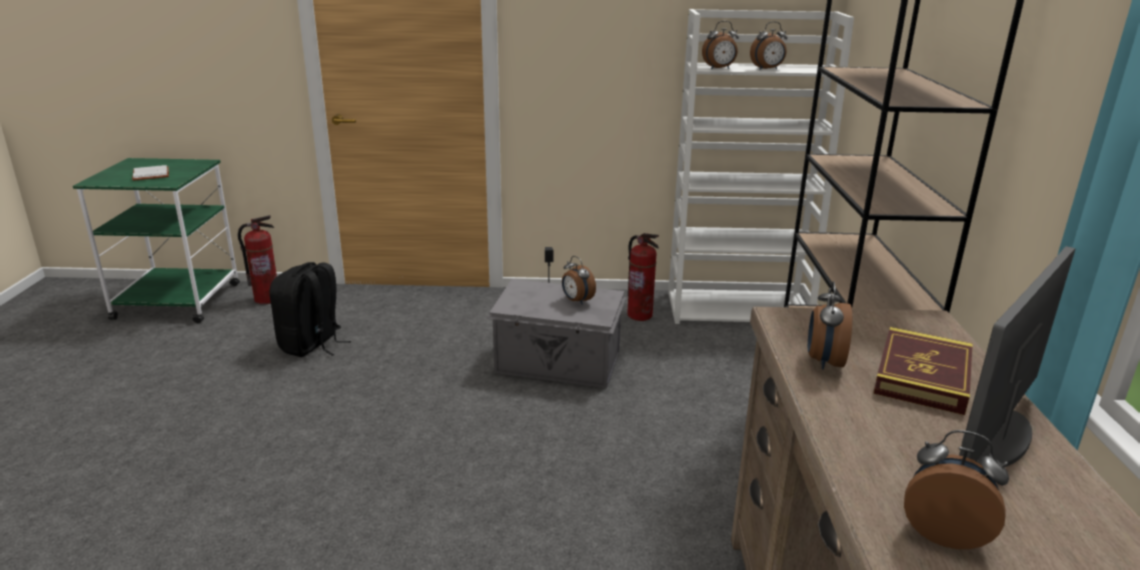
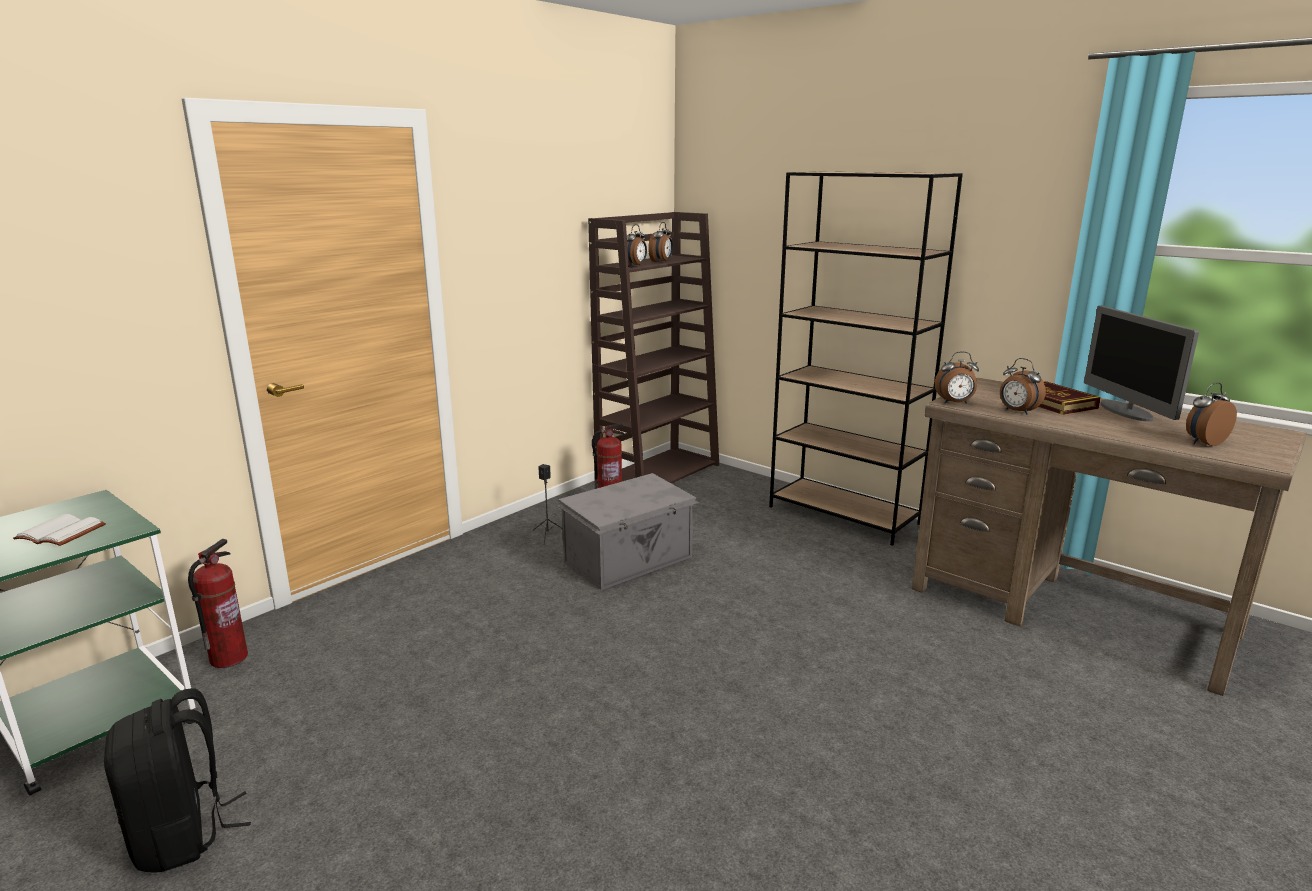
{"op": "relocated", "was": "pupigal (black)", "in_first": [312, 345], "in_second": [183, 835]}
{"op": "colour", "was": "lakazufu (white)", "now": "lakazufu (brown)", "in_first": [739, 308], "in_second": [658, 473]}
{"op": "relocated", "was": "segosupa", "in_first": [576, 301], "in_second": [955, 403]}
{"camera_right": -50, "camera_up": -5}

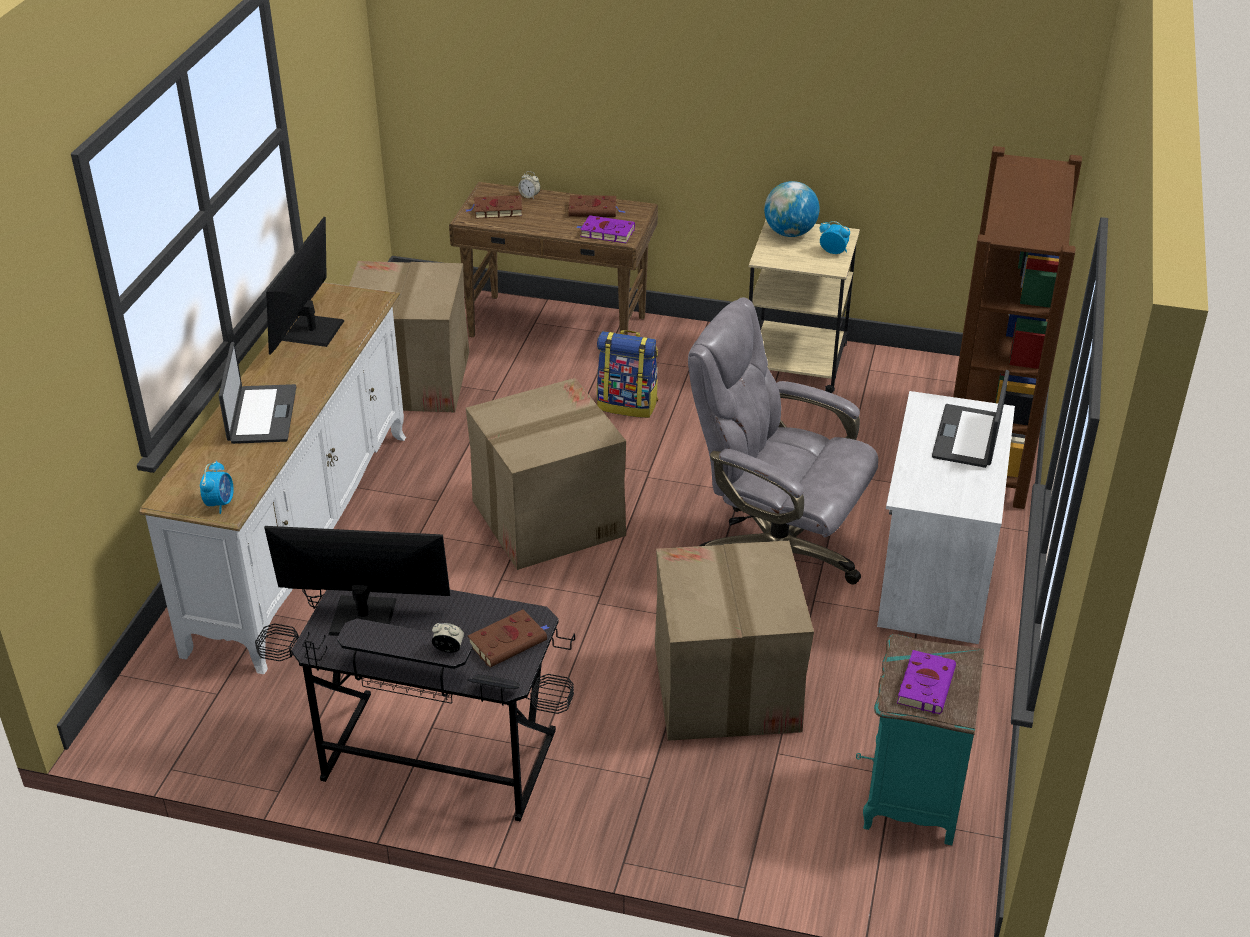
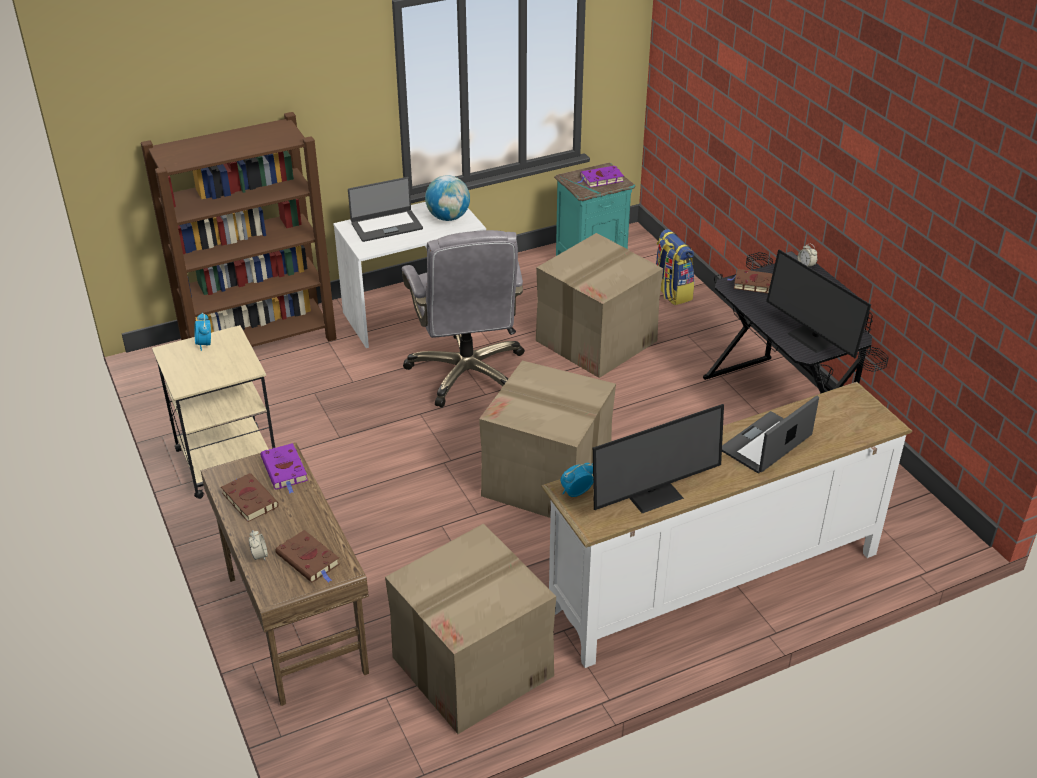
{"op": "relocated", "was": "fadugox", "in_first": [790, 233], "in_second": [448, 217]}
{"op": "relocated", "was": "segosupa", "in_first": [220, 503], "in_second": [575, 493]}
{"op": "relocated", "was": "pupigal", "in_first": [628, 405], "in_second": [671, 292]}
{"camera_right": -130, "camera_up": 0}

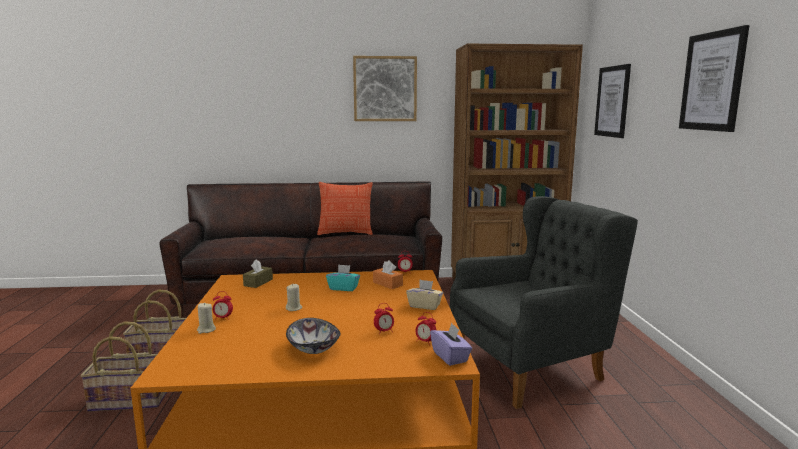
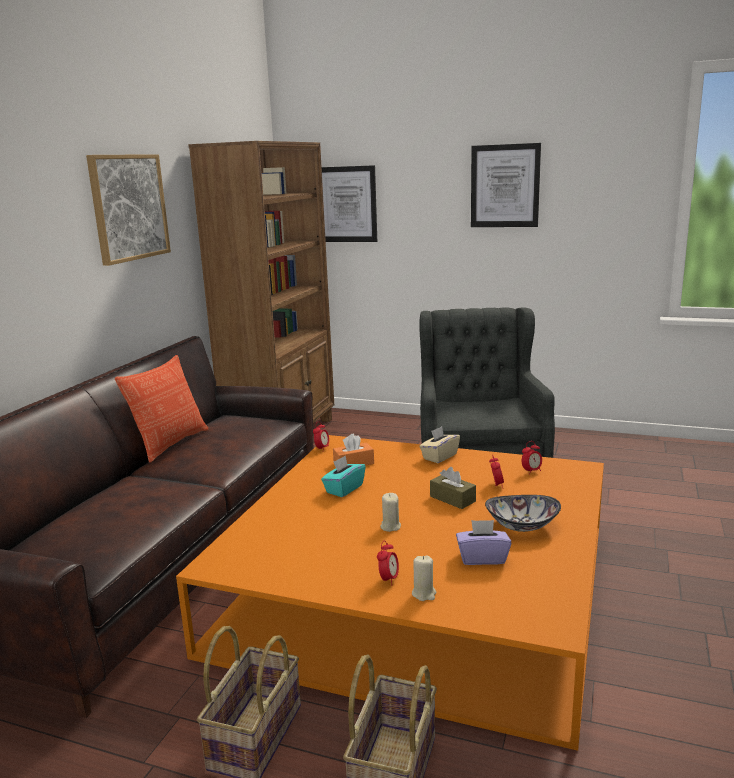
{"op": "relocated", "was": "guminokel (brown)", "in_first": [258, 282], "in_second": [452, 499]}
{"op": "relocated", "was": "guminokel (purple)", "in_first": [450, 357], "in_second": [482, 558]}
{"camera_right": -65, "camera_up": 5}

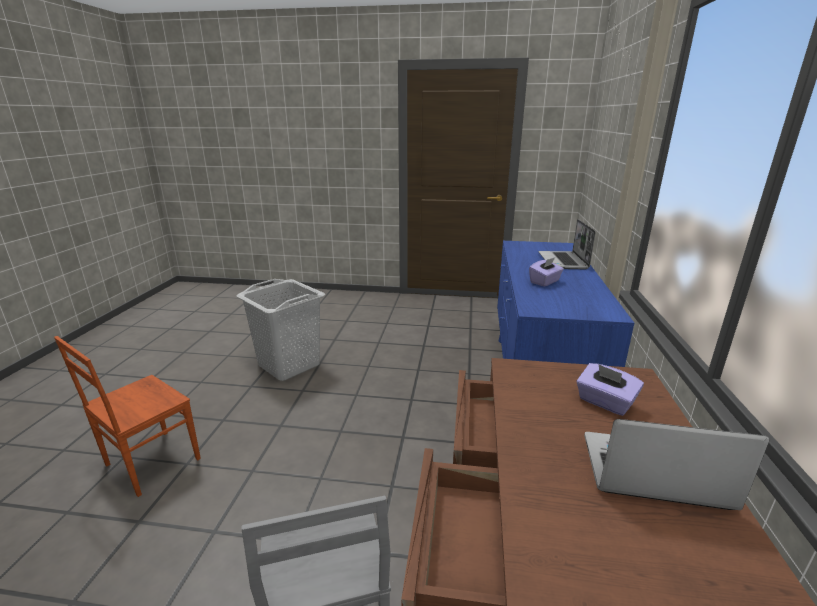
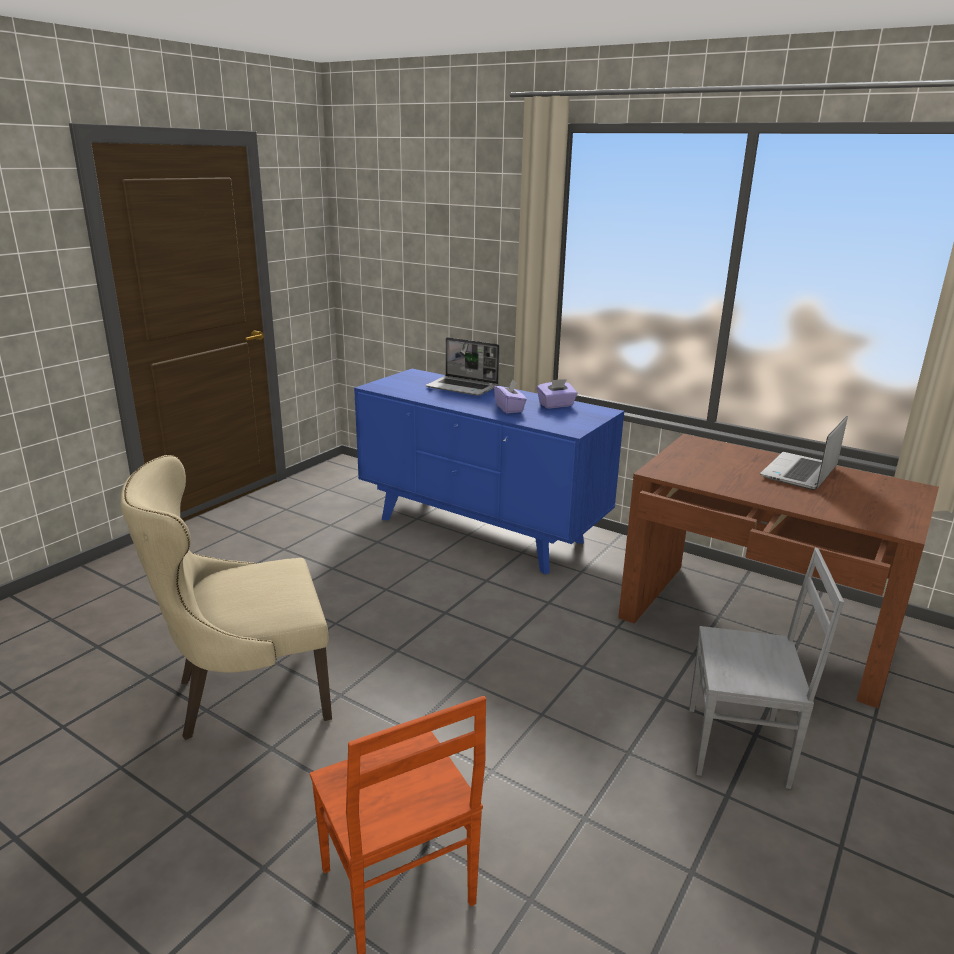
{"op": "exchanged", "was": "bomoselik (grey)", "now": "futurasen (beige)", "in_first": [289, 364], "in_second": [246, 695]}
{"op": "relocated", "was": "guminokel (purple)", "in_first": [605, 402], "in_second": [556, 405]}
{"camera_right": -65, "camera_up": 0}

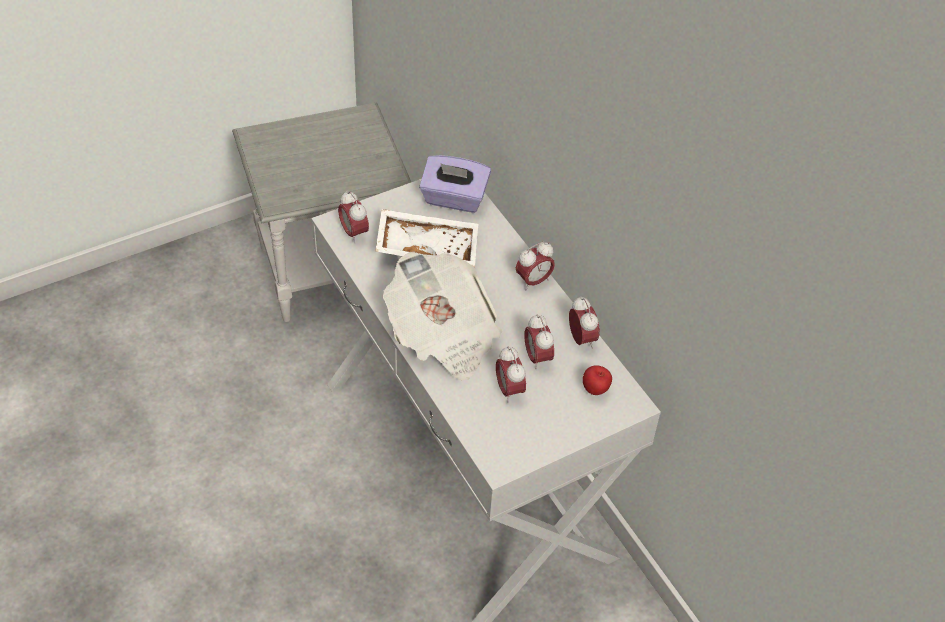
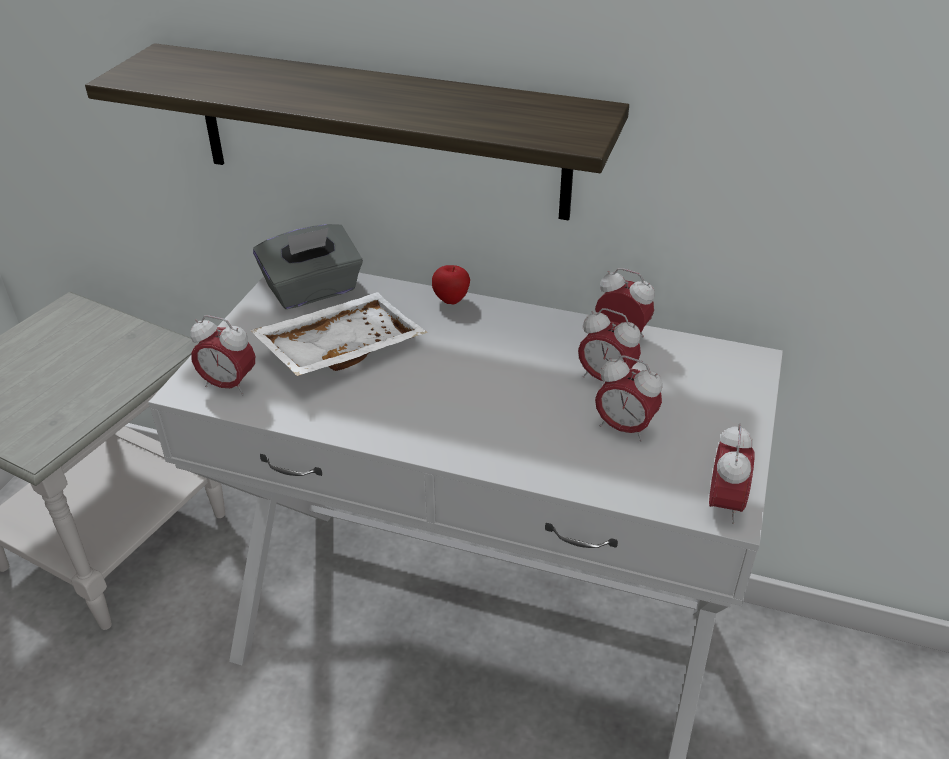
{"op": "appeared", "now": "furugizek", "in_second": [380, 132]}
{"op": "colour", "was": "guminokel (purple)", "now": "guminokel (grey)", "in_first": [454, 199], "in_second": [313, 290]}
{"op": "relocated", "was": "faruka", "in_first": [595, 390], "in_second": [451, 300]}
{"op": "relocated", "was": "segosupa", "in_first": [533, 281], "in_second": [724, 505]}
{"op": "missing", "was": "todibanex", "in_first": [443, 335]}
{"camera_right": -40, "camera_up": -10}

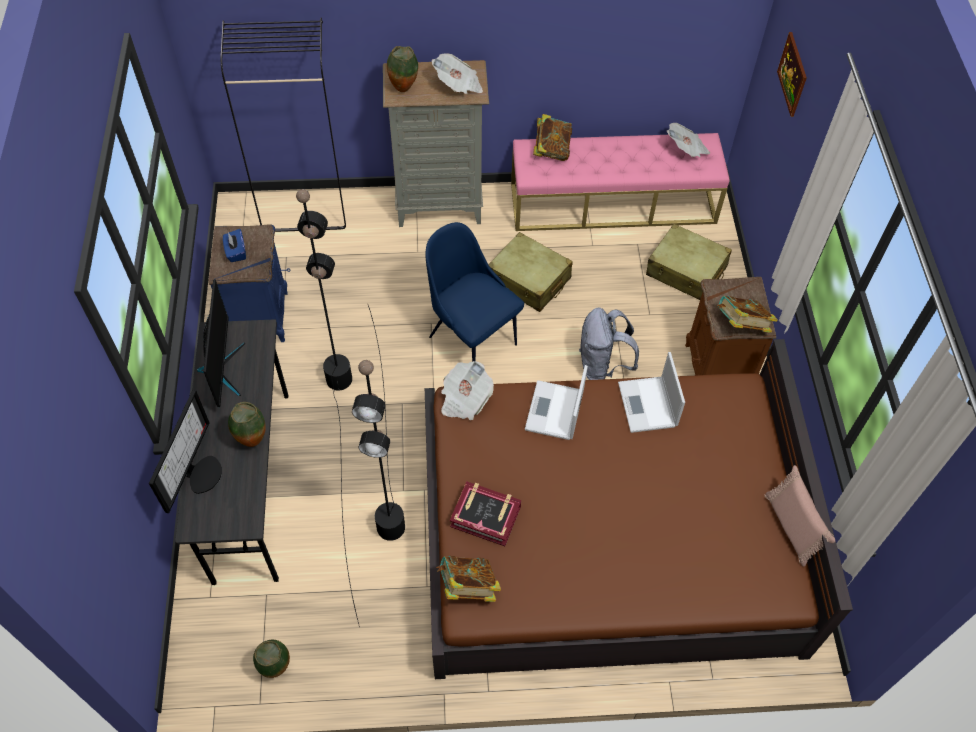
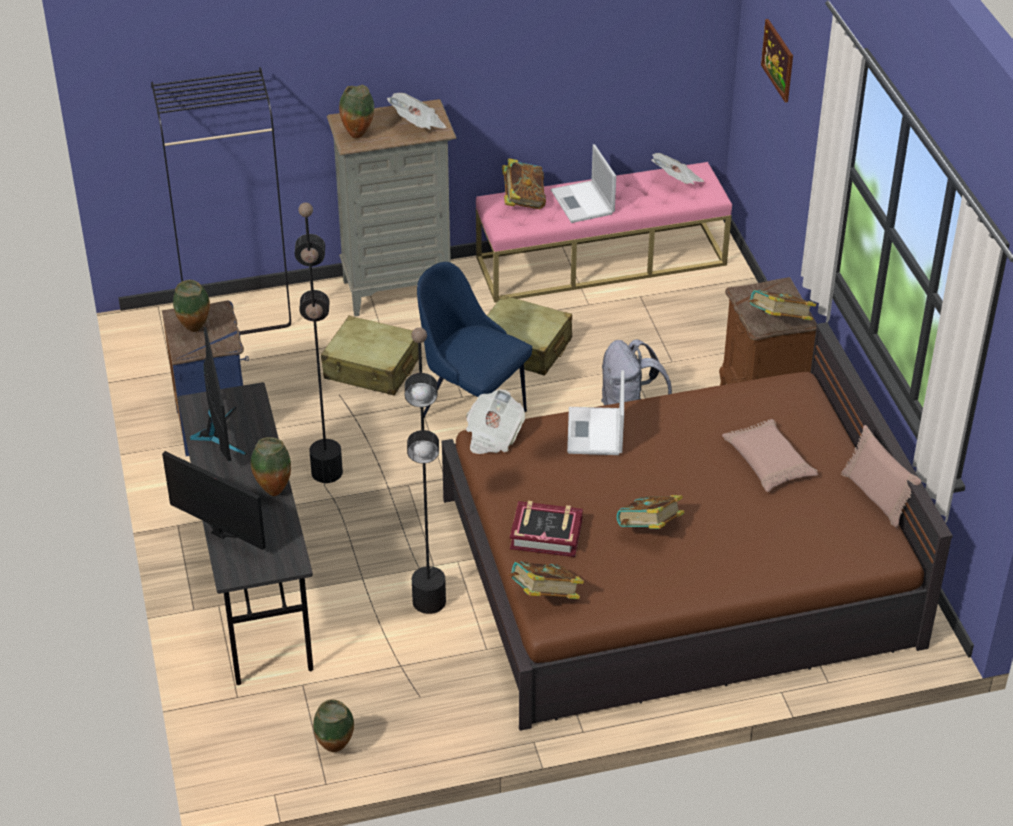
{"op": "spun", "was": "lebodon", "in_first": [201, 473], "in_second": [225, 527], "clockwise": -60}
{"op": "exchanged", "was": "guminokel (blue)", "now": "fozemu", "in_first": [236, 252], "in_second": [195, 330]}
{"op": "relocated", "was": "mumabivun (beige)", "in_first": [686, 271], "in_second": [372, 368]}
{"op": "relocated", "was": "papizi", "in_first": [648, 406], "in_second": [583, 203]}
{"op": "appeared", "now": "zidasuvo", "in_second": [649, 529]}
{"op": "appeared", "now": "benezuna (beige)", "in_second": [769, 460]}
{"camera_right": -10, "camera_up": -15}

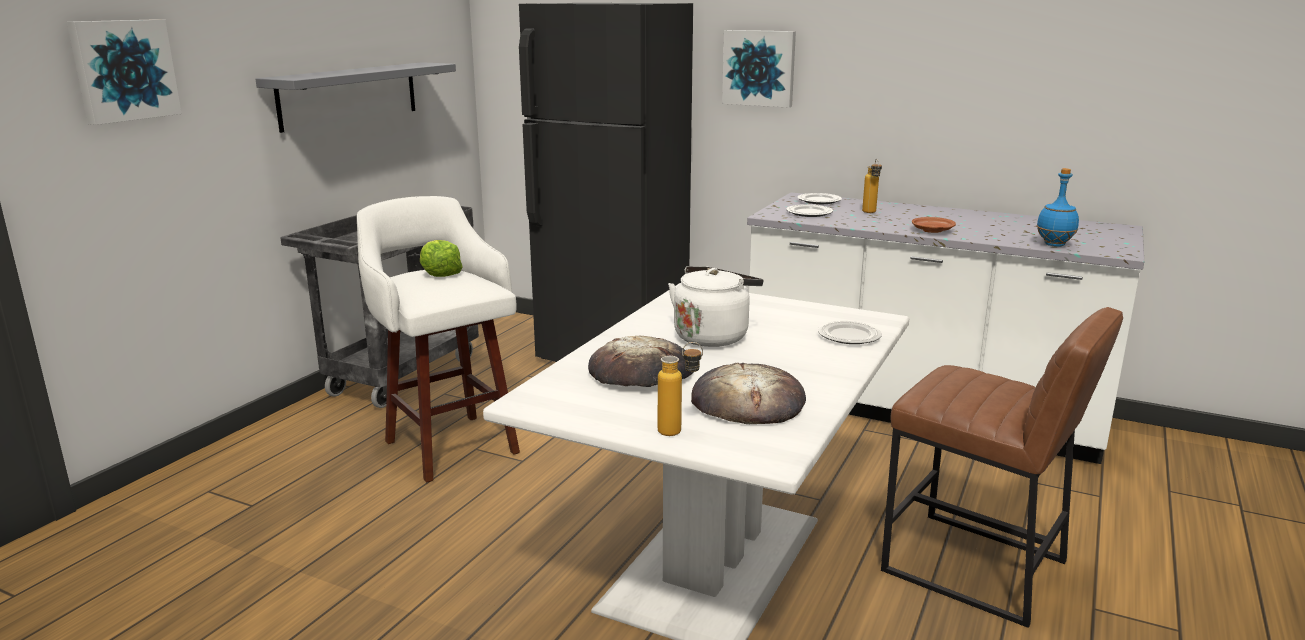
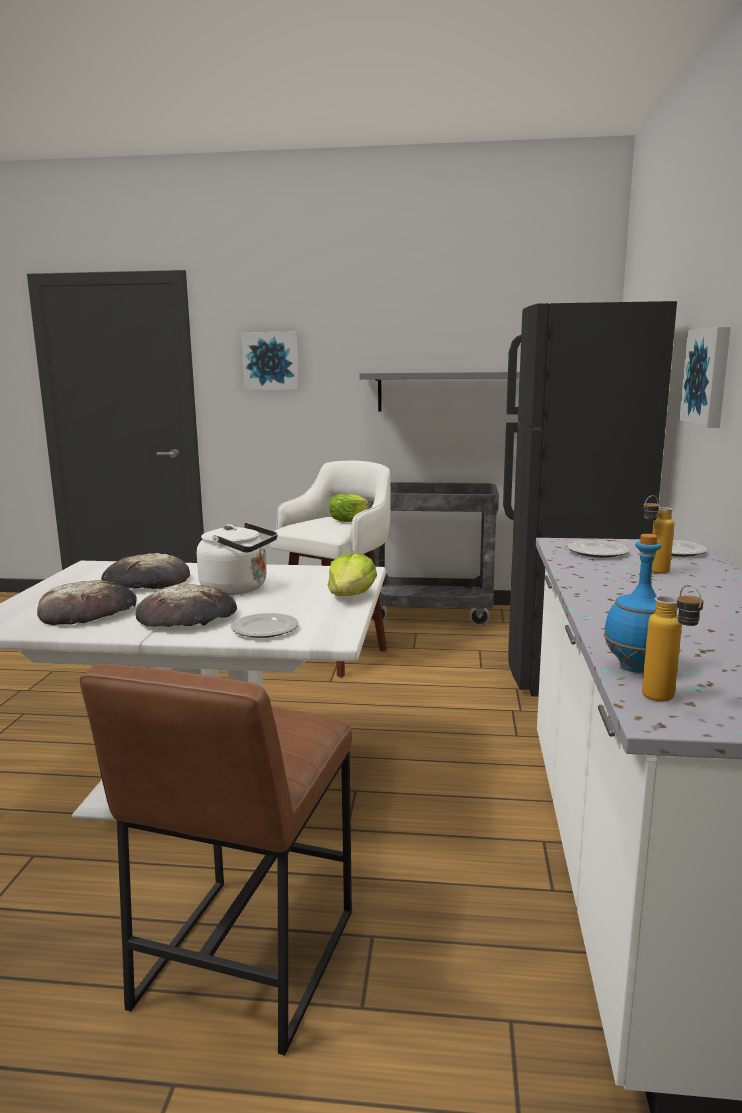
{"op": "appeared", "now": "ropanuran", "in_second": [188, 616]}
{"op": "appeared", "now": "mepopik", "in_second": [351, 596]}
{"op": "relocated", "was": "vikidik", "in_first": [679, 431], "in_second": [667, 701]}
{"op": "missing", "was": "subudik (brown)", "in_first": [932, 231]}
{"camera_right": 70, "camera_up": -5}

